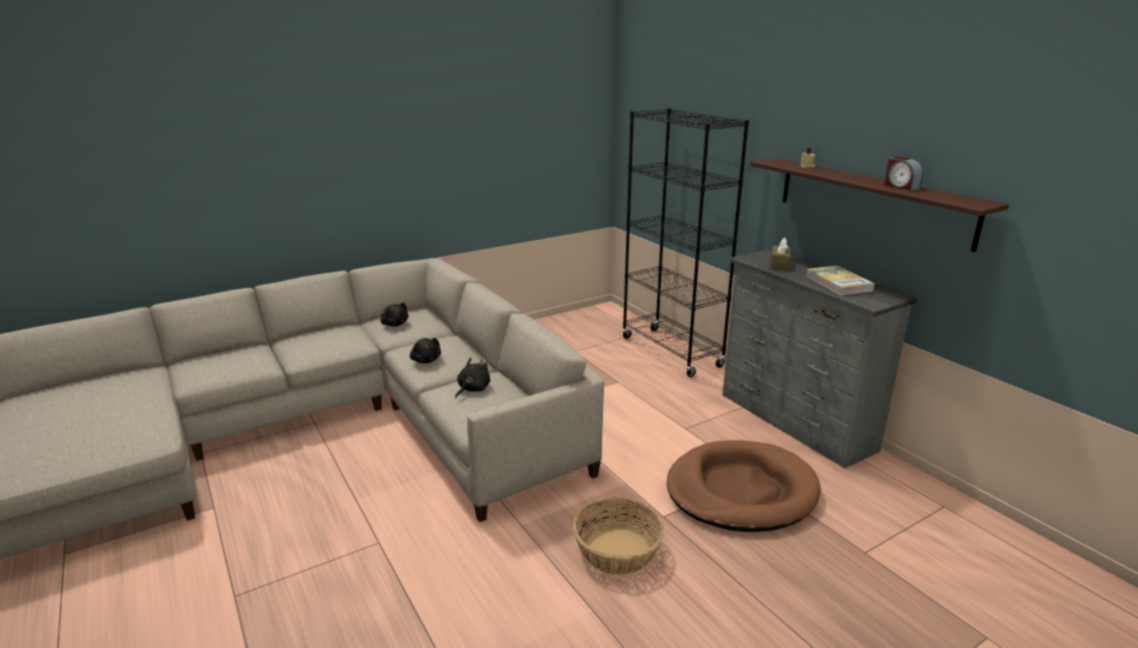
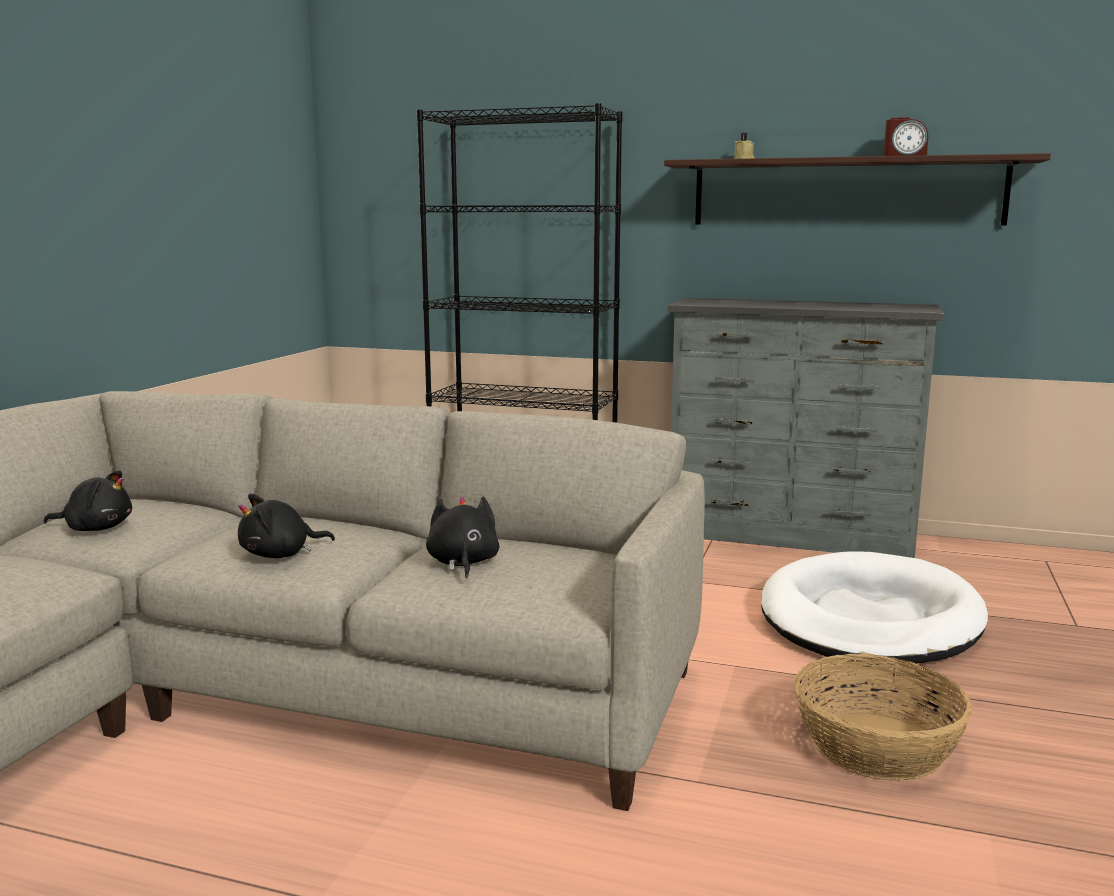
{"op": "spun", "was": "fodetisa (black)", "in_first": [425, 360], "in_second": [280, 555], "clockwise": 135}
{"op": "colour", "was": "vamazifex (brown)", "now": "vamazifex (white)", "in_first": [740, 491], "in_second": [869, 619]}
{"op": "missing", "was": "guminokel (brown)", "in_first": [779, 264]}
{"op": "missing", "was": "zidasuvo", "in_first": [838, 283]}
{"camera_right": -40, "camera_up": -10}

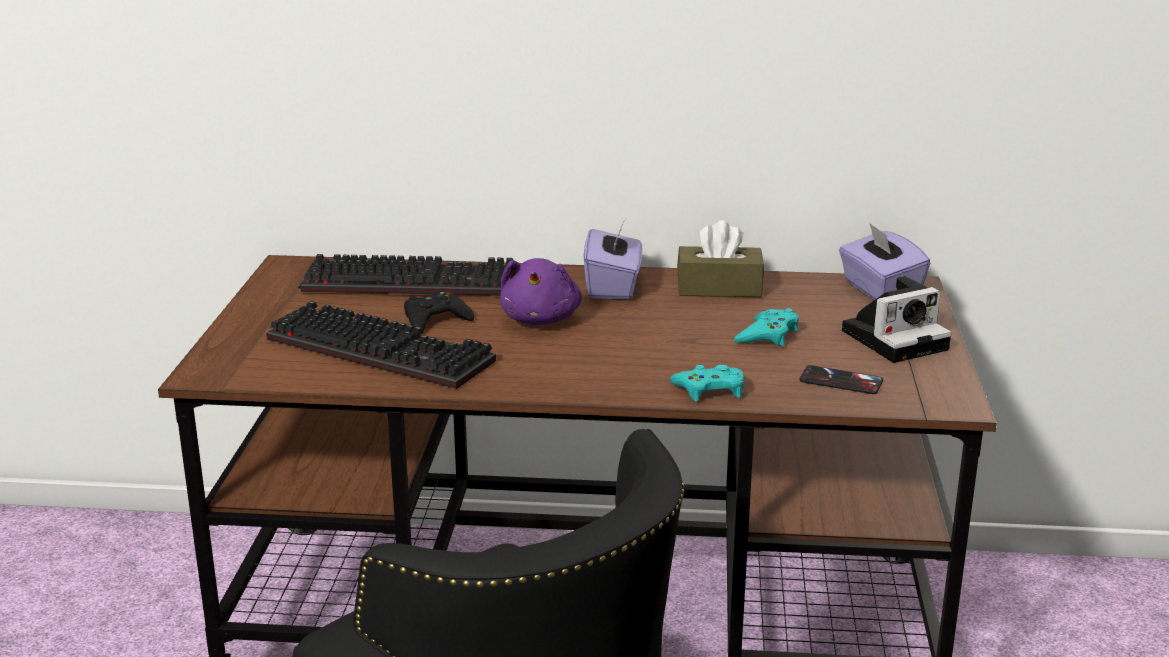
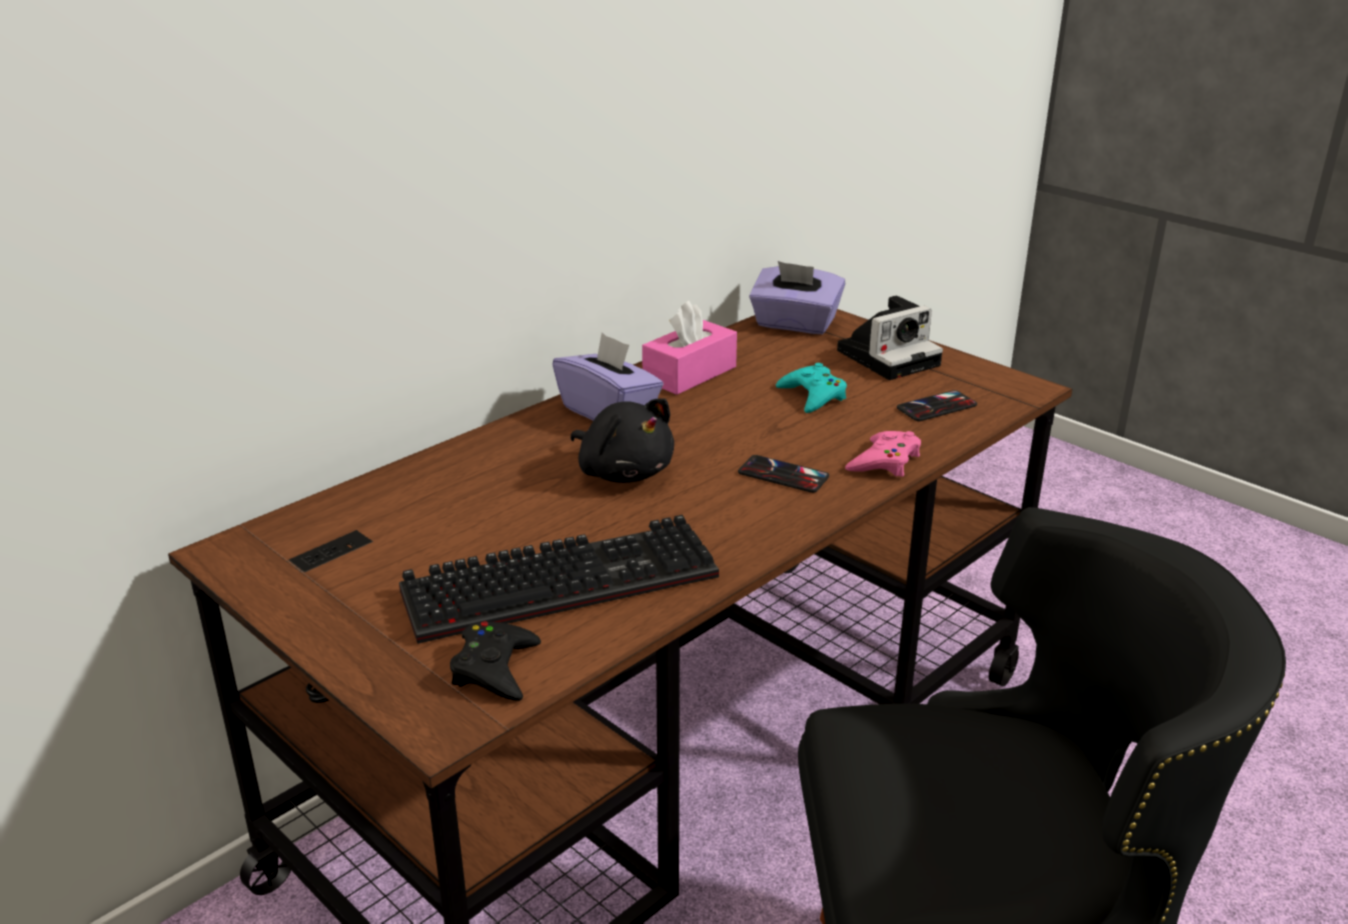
{"op": "relocated", "was": "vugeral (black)", "in_first": [435, 320], "in_second": [495, 669]}
{"op": "colour", "was": "fodetisa (purple)", "now": "fodetisa (black)", "in_first": [541, 319], "in_second": [623, 472]}
{"op": "colour", "was": "guminokel (brown)", "now": "guminokel (pink)", "in_first": [719, 288], "in_second": [689, 374]}
{"op": "appeared", "now": "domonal", "in_second": [783, 475]}
{"op": "spun", "was": "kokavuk", "in_first": [896, 339], "in_second": [890, 356], "clockwise": 45}
{"op": "colour", "was": "vugeral (turquoise)", "now": "vugeral (pink)", "in_first": [710, 390], "in_second": [884, 461]}
{"op": "missing", "was": "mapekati", "in_first": [415, 281]}
{"camera_right": -50, "camera_up": 5}

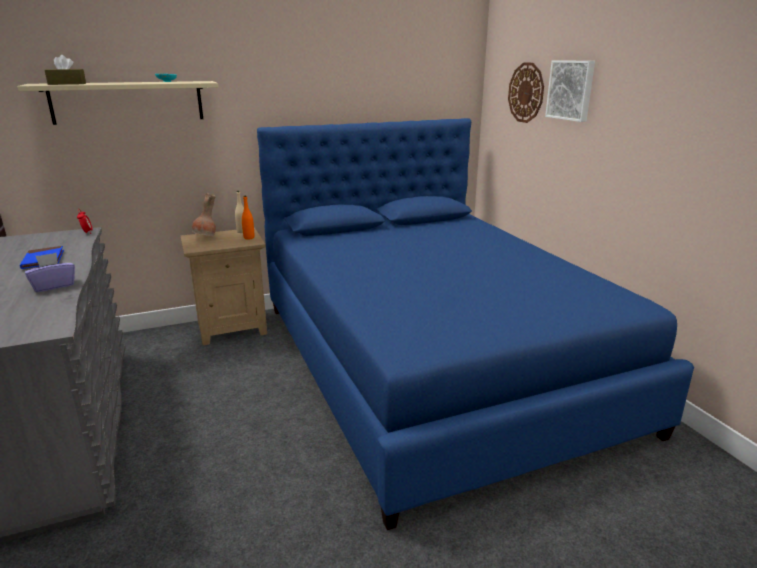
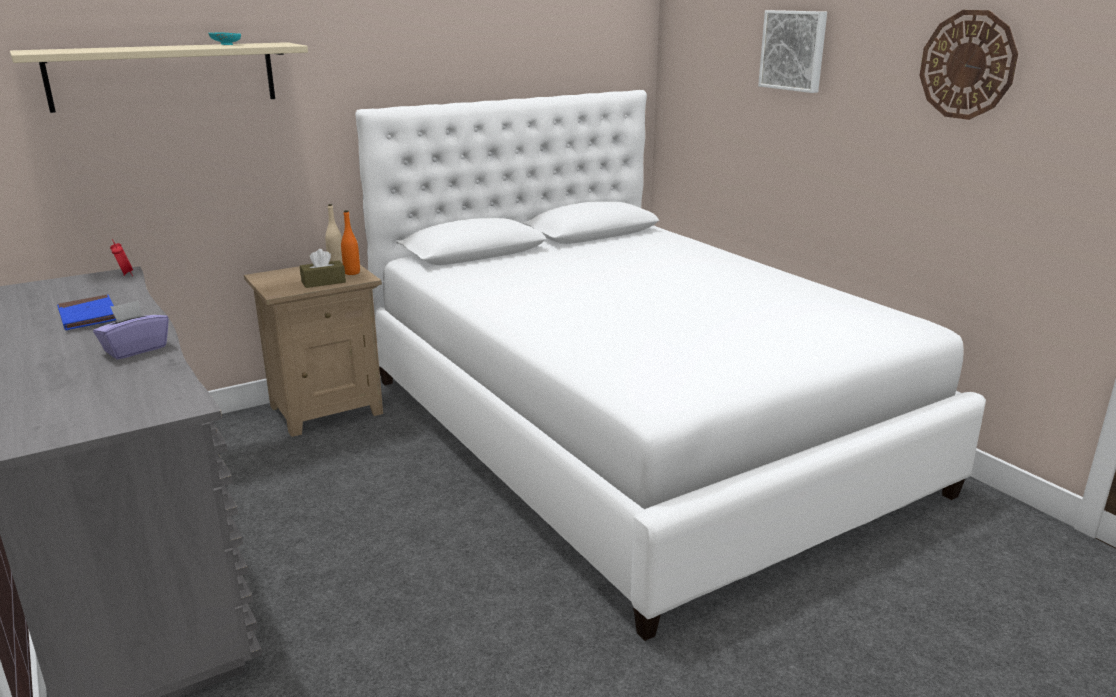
{"op": "relocated", "was": "guminokel (brown)", "in_first": [67, 84], "in_second": [323, 282]}
{"op": "colour", "was": "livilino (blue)", "now": "livilino (white)", "in_first": [432, 362], "in_second": [633, 431]}
{"op": "relocated", "was": "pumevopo", "in_first": [526, 92], "in_second": [967, 65]}
{"op": "missing", "was": "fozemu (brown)", "in_first": [206, 237]}
{"camera_right": -10, "camera_up": 0}

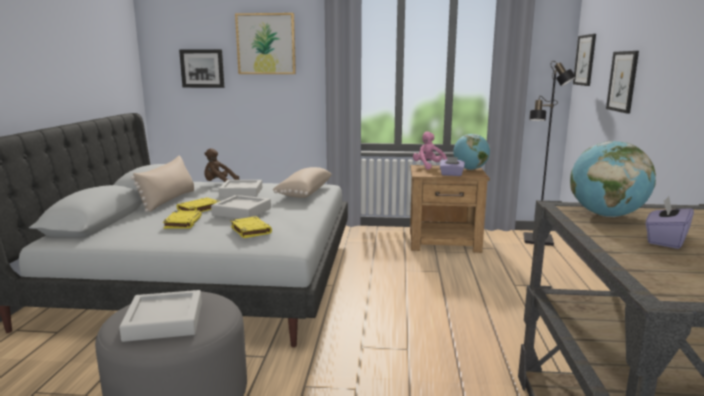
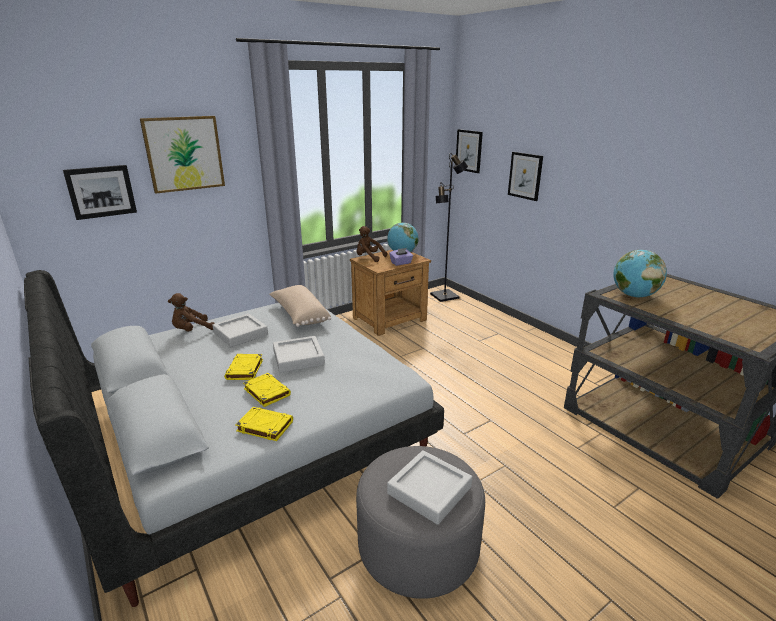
{"op": "relocated", "was": "zidasuvo (yellow)", "in_first": [250, 230], "in_second": [264, 426]}
{"op": "colour", "was": "fodetisa (pink)", "now": "fodetisa (brown)", "in_first": [428, 167], "in_second": [369, 258]}
{"op": "missing", "was": "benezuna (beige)", "in_first": [168, 200]}
{"op": "missing", "was": "guminokel (purple)", "in_first": [665, 240]}
{"camera_right": -40, "camera_up": 10}

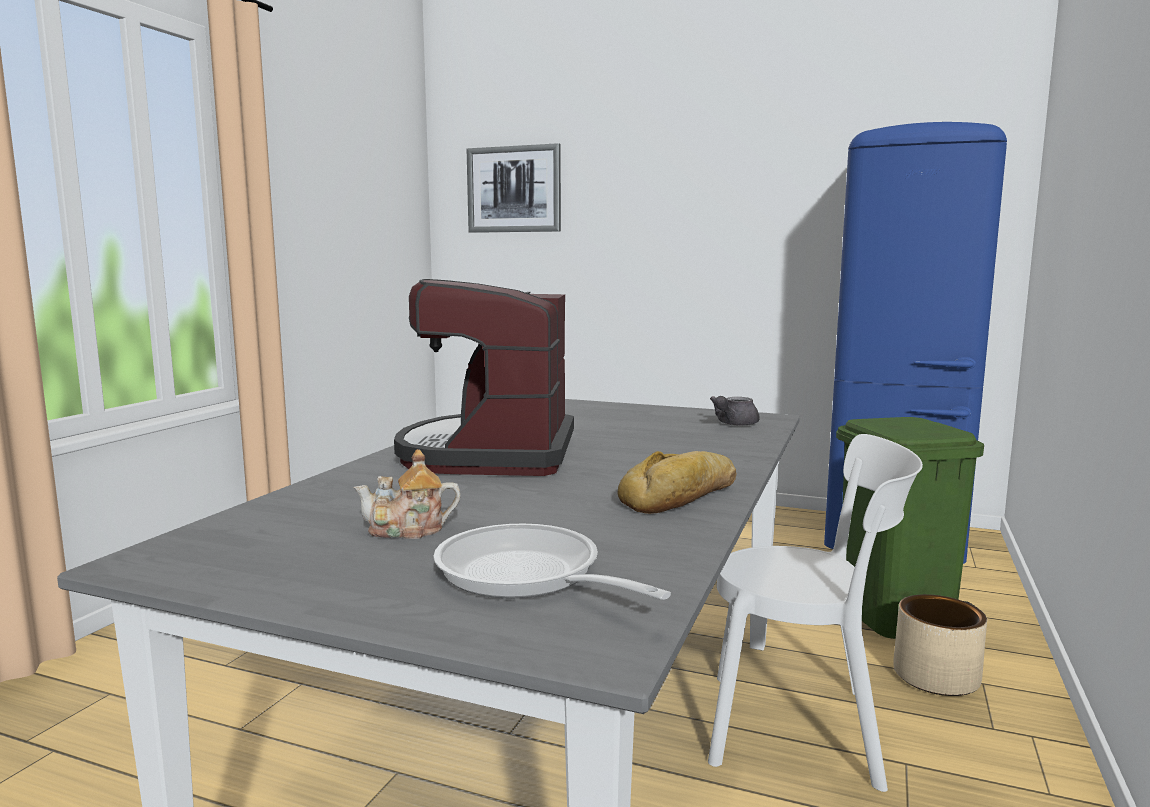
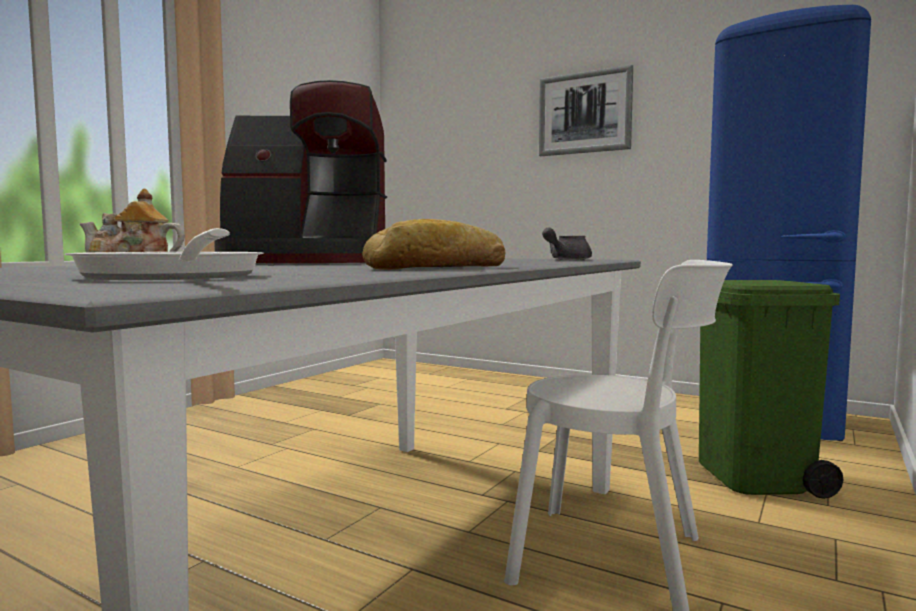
{"op": "spun", "was": "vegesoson", "in_first": [491, 454], "in_second": [308, 262], "clockwise": -105}
{"op": "relocated", "was": "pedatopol", "in_first": [514, 189], "in_second": [584, 113]}
{"op": "missing", "was": "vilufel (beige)", "in_first": [936, 677]}
{"camera_right": 10, "camera_up": -5}

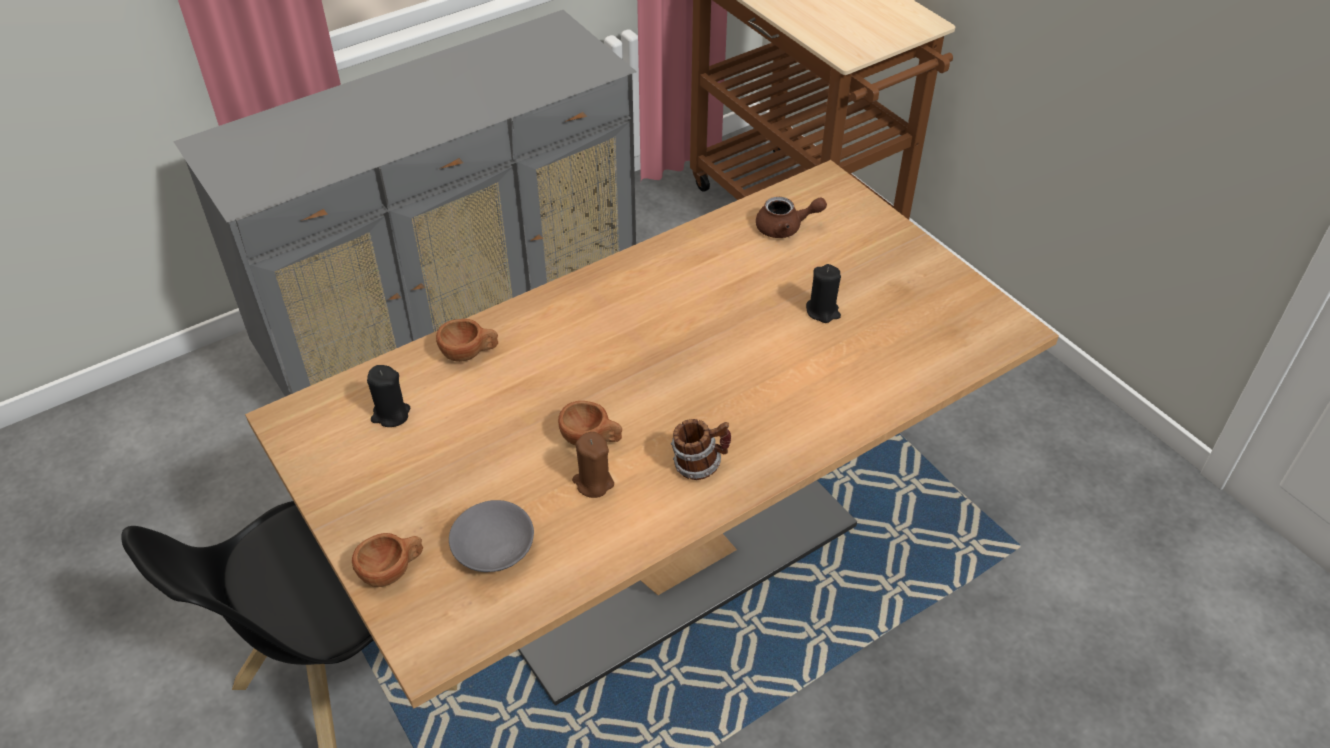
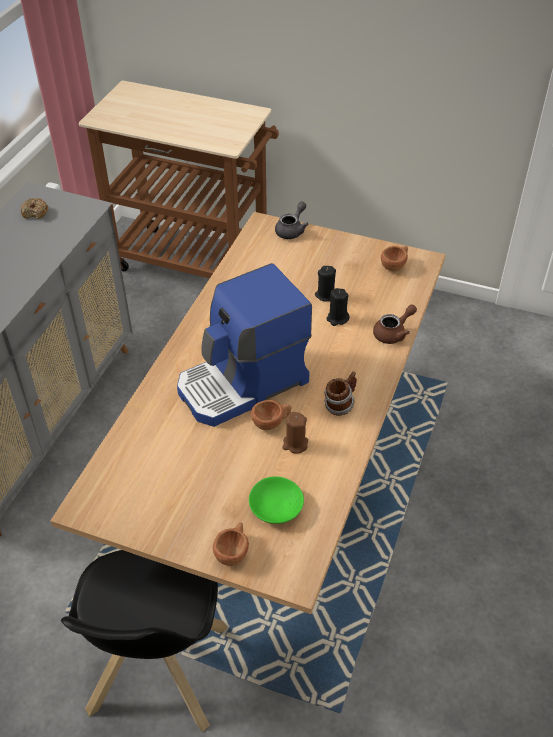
{"op": "appeared", "now": "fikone", "in_second": [35, 212]}
{"op": "appeared", "now": "vegesoson", "in_second": [243, 384]}
{"op": "colour", "was": "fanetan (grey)", "now": "fanetan (green)", "in_first": [493, 548], "in_second": [276, 507]}
{"op": "appeared", "now": "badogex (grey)", "in_second": [292, 230]}
{"op": "relocated", "was": "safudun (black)", "in_first": [390, 414], "in_second": [337, 318]}
{"op": "relocated", "was": "badogex (brown)", "in_first": [785, 228], "in_second": [393, 333]}
{"op": "relocated", "was": "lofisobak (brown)", "in_first": [469, 353], "in_second": [395, 265]}
{"camera_right": -35, "camera_up": 0}

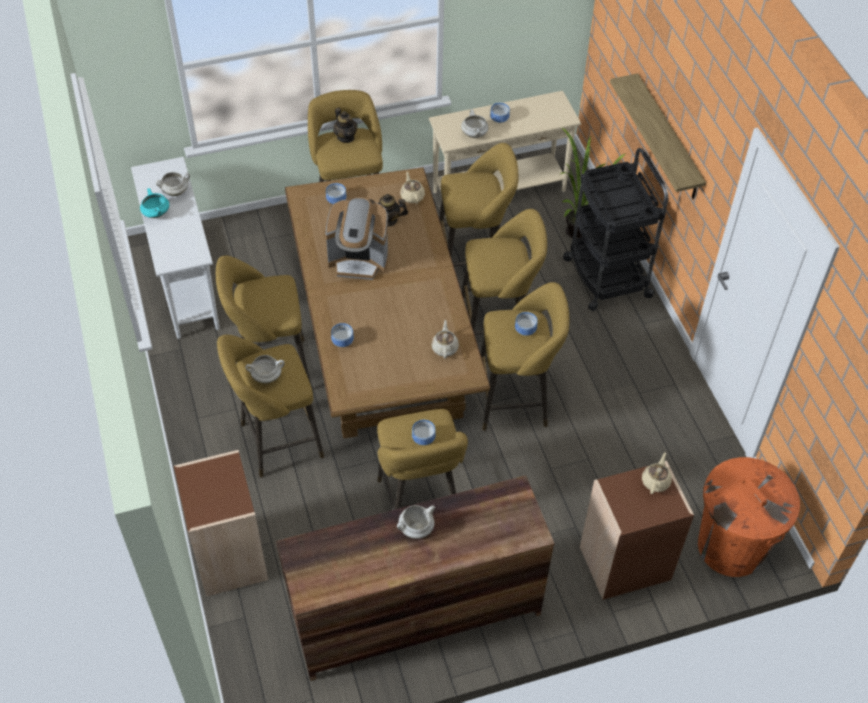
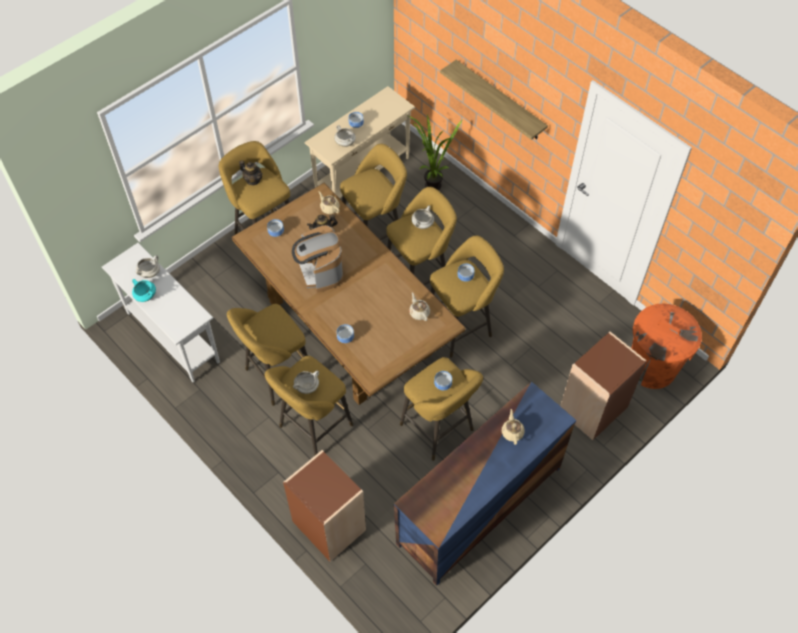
{"op": "spun", "was": "vegesoson", "in_first": [358, 260], "in_second": [320, 272], "clockwise": 90}
{"op": "colour", "was": "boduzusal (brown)", "now": "boduzusal (blue)", "in_first": [413, 612], "in_second": [477, 505]}
{"op": "relocated", "was": "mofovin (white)", "in_first": [416, 529], "in_second": [422, 224]}
{"op": "relocated", "was": "badogex (beige)", "in_first": [656, 481], "in_second": [512, 432]}
{"op": "missing", "was": "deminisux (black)", "in_first": [606, 277]}
{"camera_right": -25, "camera_up": 5}

